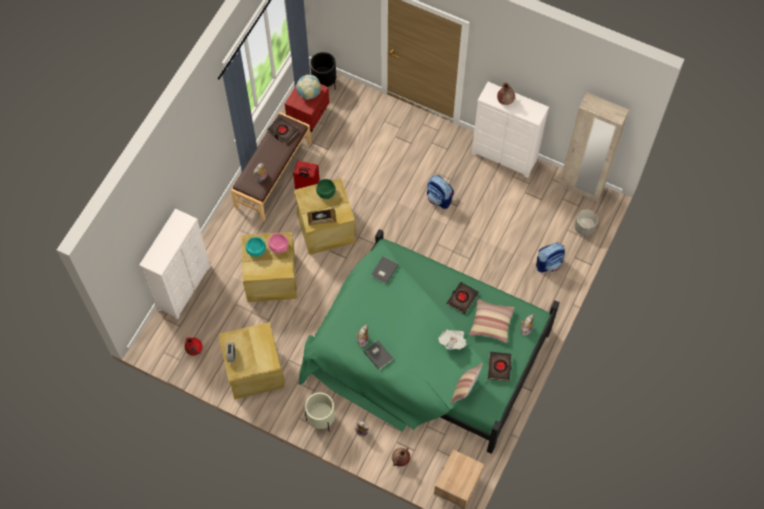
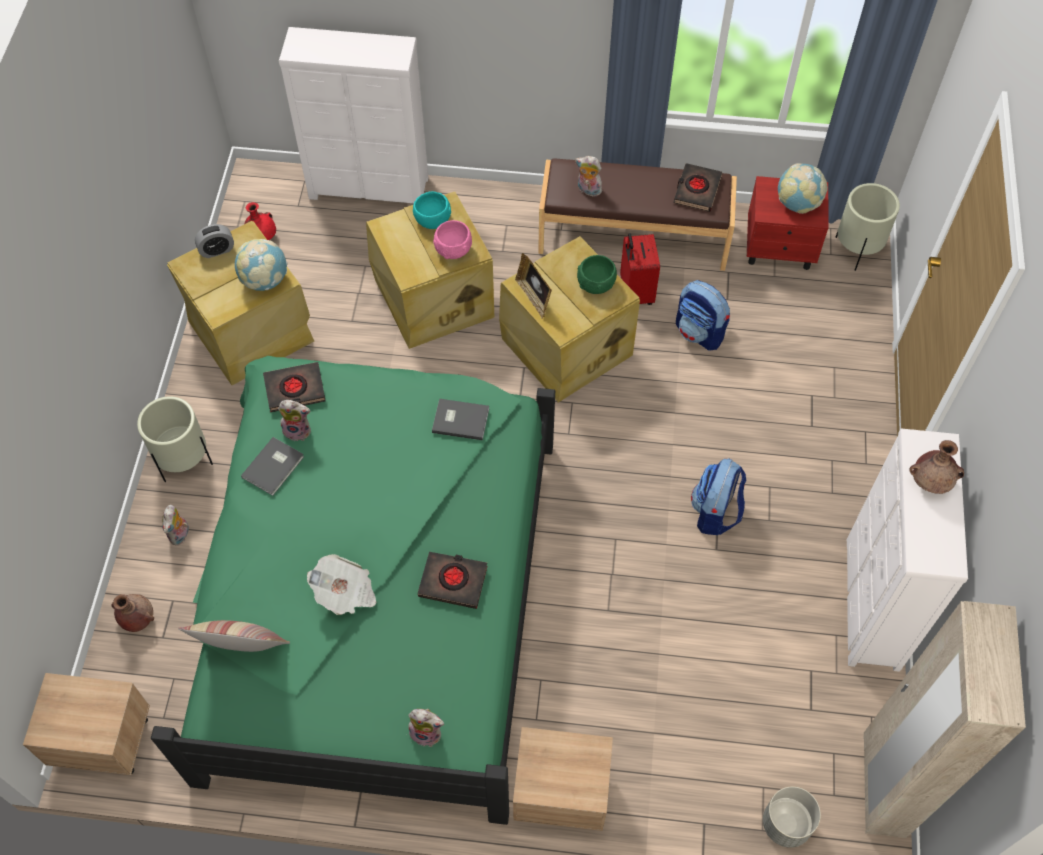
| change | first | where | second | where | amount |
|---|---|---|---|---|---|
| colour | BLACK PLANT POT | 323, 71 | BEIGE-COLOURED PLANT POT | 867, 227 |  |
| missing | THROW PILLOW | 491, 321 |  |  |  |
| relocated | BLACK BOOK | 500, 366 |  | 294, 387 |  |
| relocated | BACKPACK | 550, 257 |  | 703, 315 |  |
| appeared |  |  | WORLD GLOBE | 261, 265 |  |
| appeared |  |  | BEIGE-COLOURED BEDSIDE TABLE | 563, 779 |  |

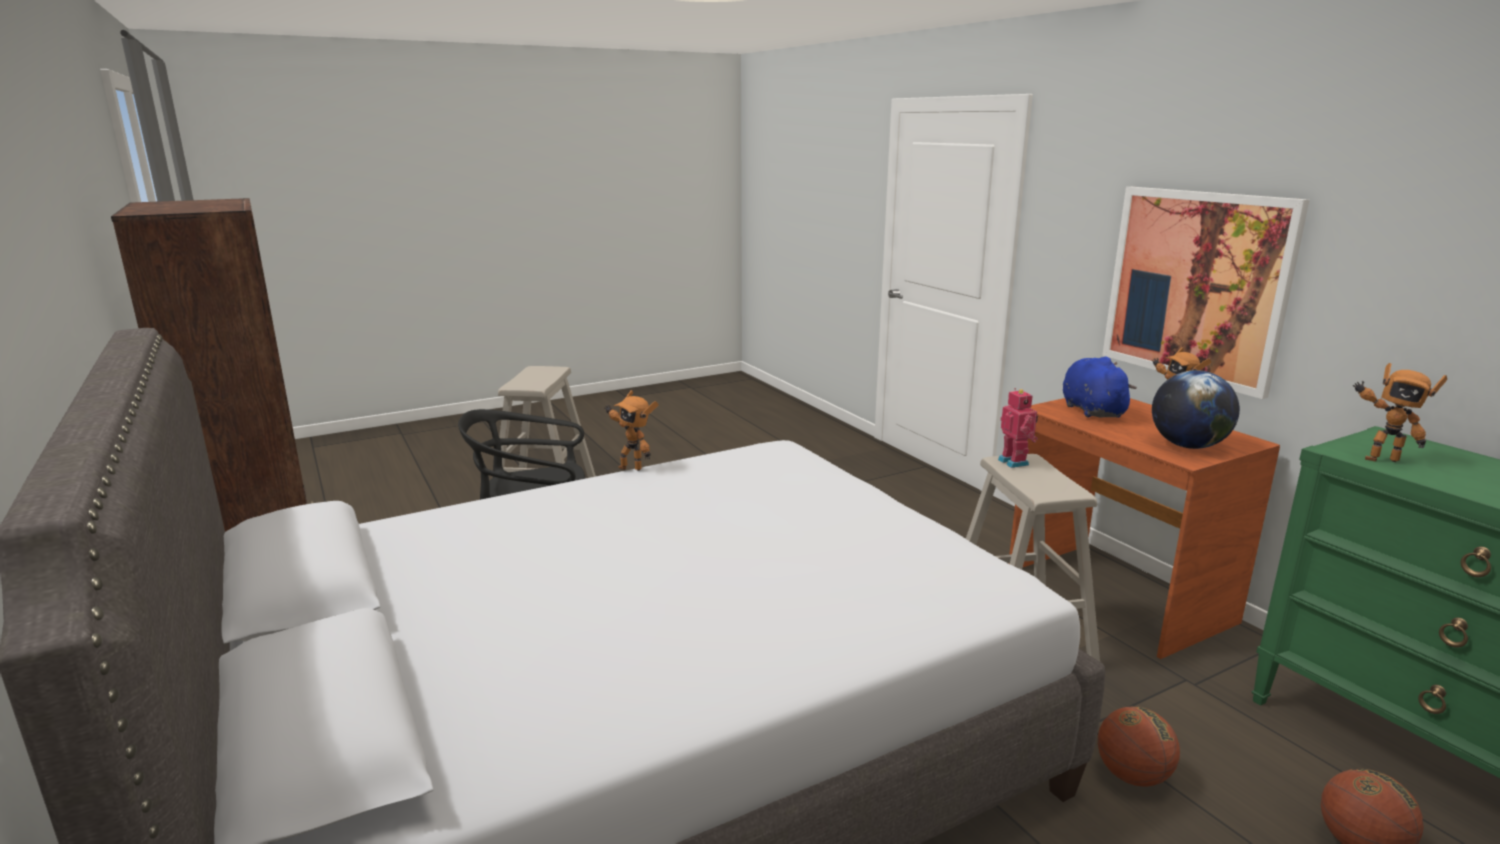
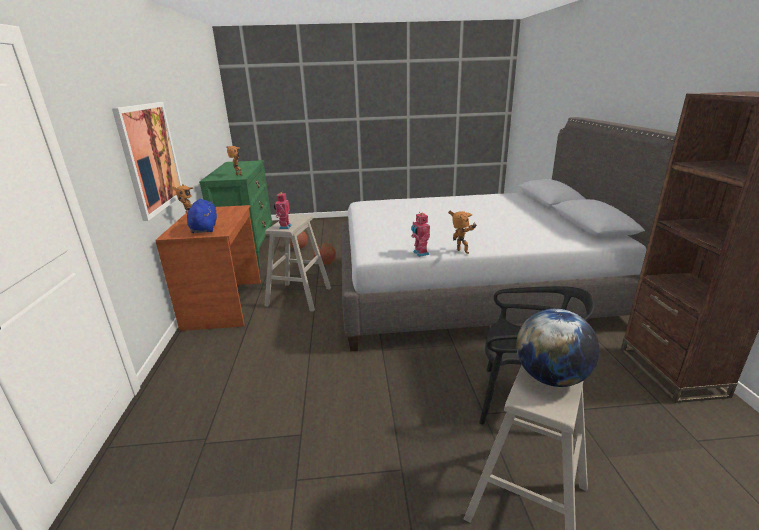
| change | first | where | second | where | amount |
|---|---|---|---|---|---|
| spun | BLUE PLUSH TOY | 1100, 387 |  | 202, 216 | 150 degrees clockwise |
| relocated | WORLD GLOBE | 1196, 409 |  | 558, 348 |  |
| appeared |  |  | ROBOT FIGURE | 420, 234 |  |

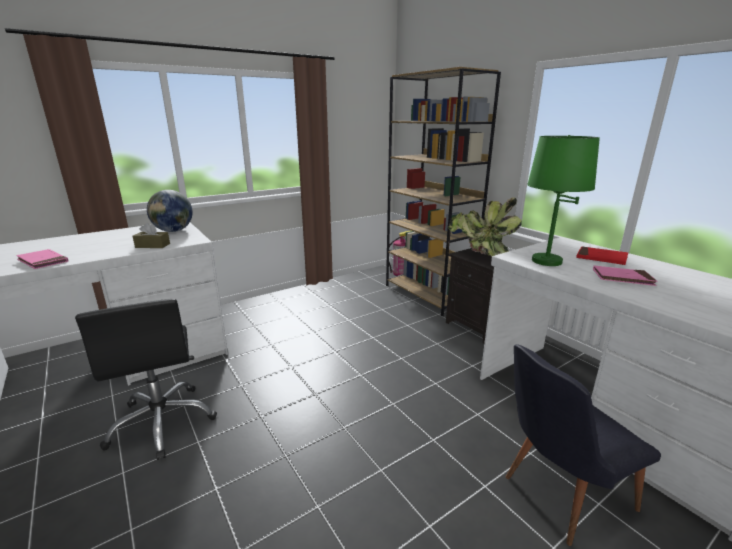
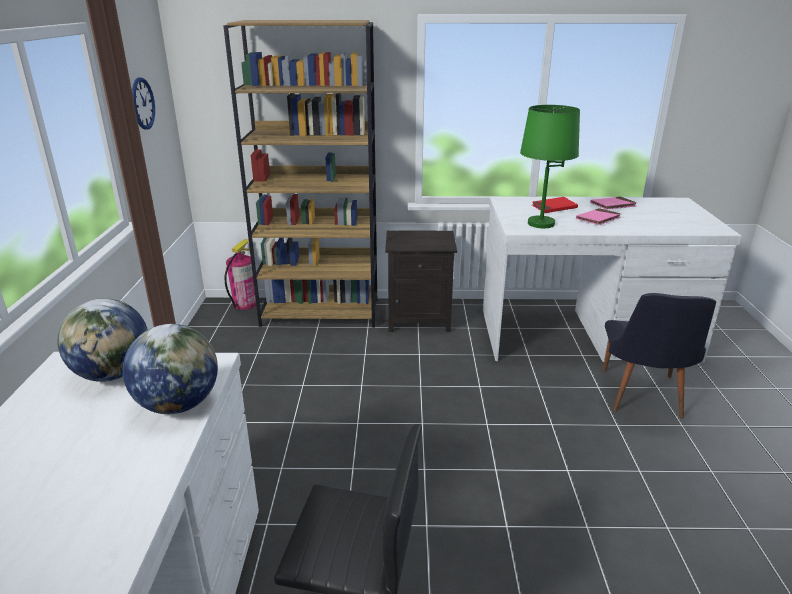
| change | first | where | second | where | amount |
|---|---|---|---|---|---|
| relocated | PINK-COLOURED BOOK | 42, 259 |  | 613, 203 |  |
| exchanged | BROWNISH TISSUE HOLDER | 151, 235 | WORLD GLOBE | 170, 369 |  |
| missing | POTTED PLANT | 485, 226 |  |  |  |
| appeared |  |  | HANGING CLOCK | 143, 103 |  |

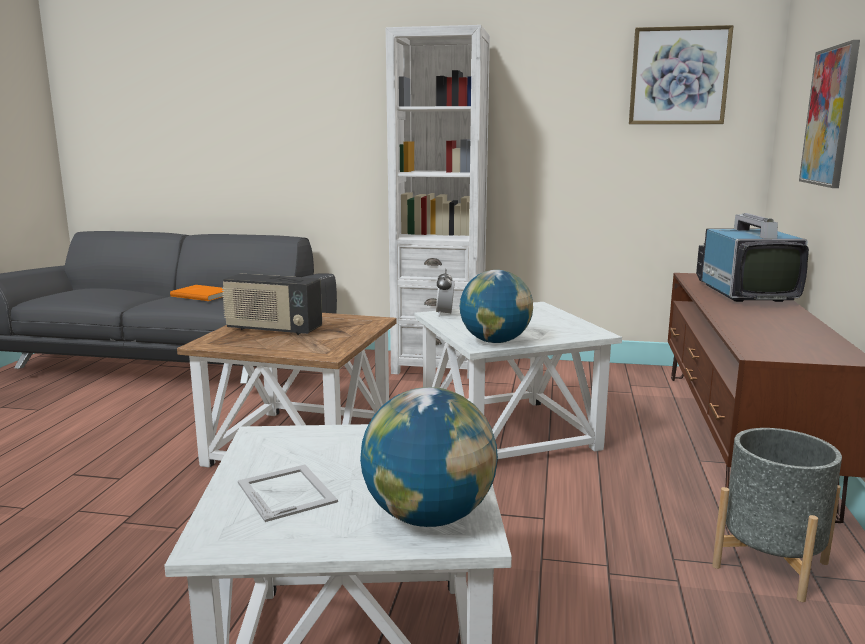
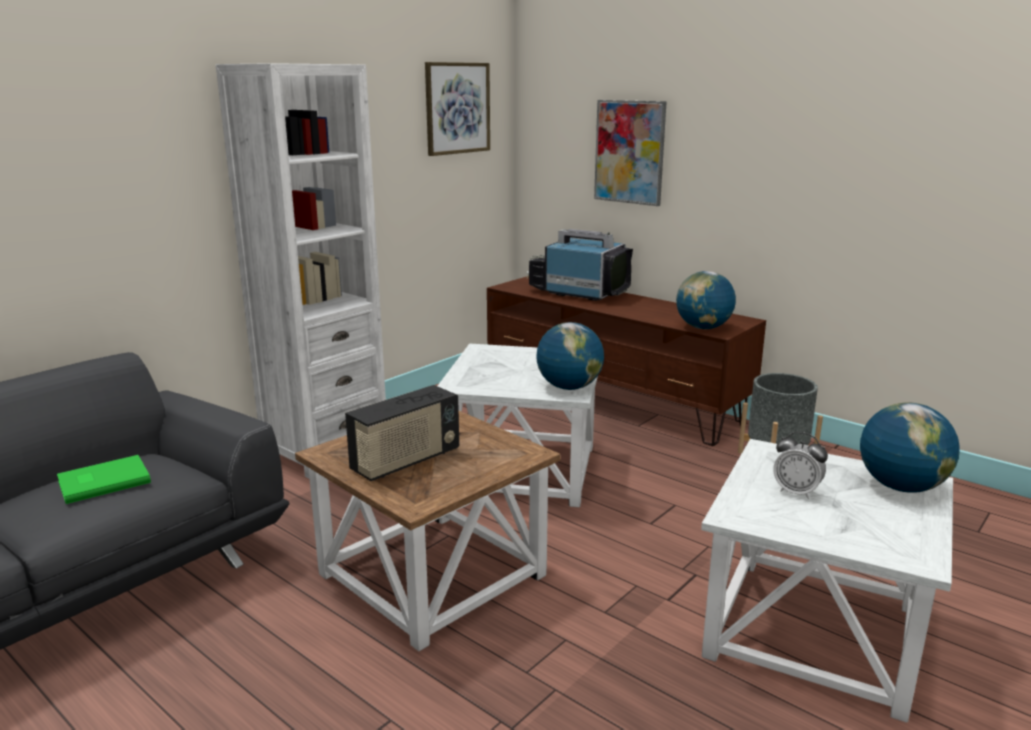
| change | first | where | second | where | amount |
|---|---|---|---|---|---|
| colour | ORANGE BOOK | 197, 293 | GREEN BOOK | 104, 479 |  |
| missing | PICTURE FRAME | 288, 493 |  |  |  |
| relocated | BEDSIDE CLOCK | 445, 293 |  | 801, 465 |  |
| appeared |  |  | WORLD GLOBE | 706, 300 |  |

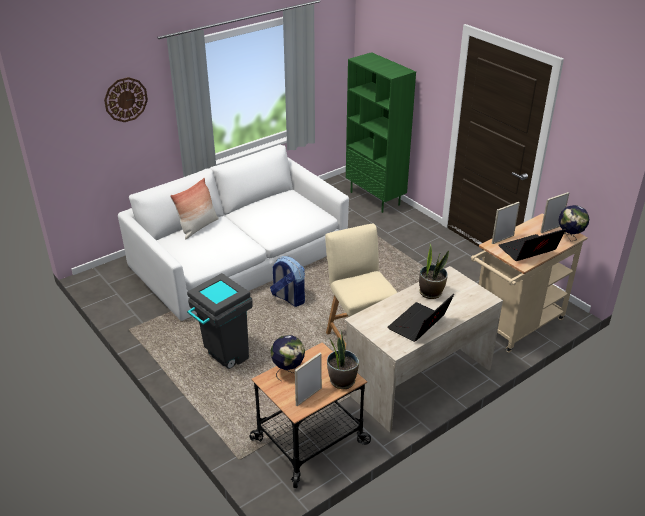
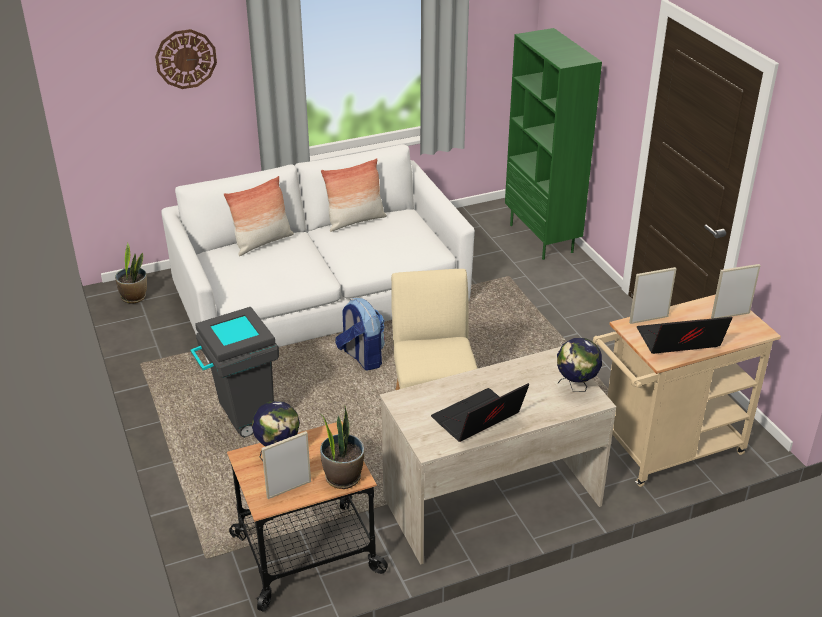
| change | first | where | second | where | amount |
|---|---|---|---|---|---|
| relocated | POTTED PLANT | 434, 271 |  | 131, 273 |  |
| relocated | WORLD GLOBE | 574, 223 |  | 579, 365 |  |
| appeared |  |  | THROW PILLOW | 354, 195 |  |

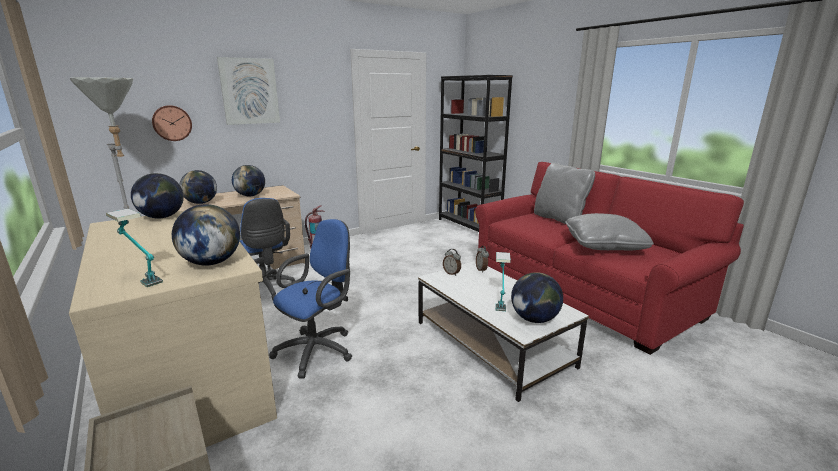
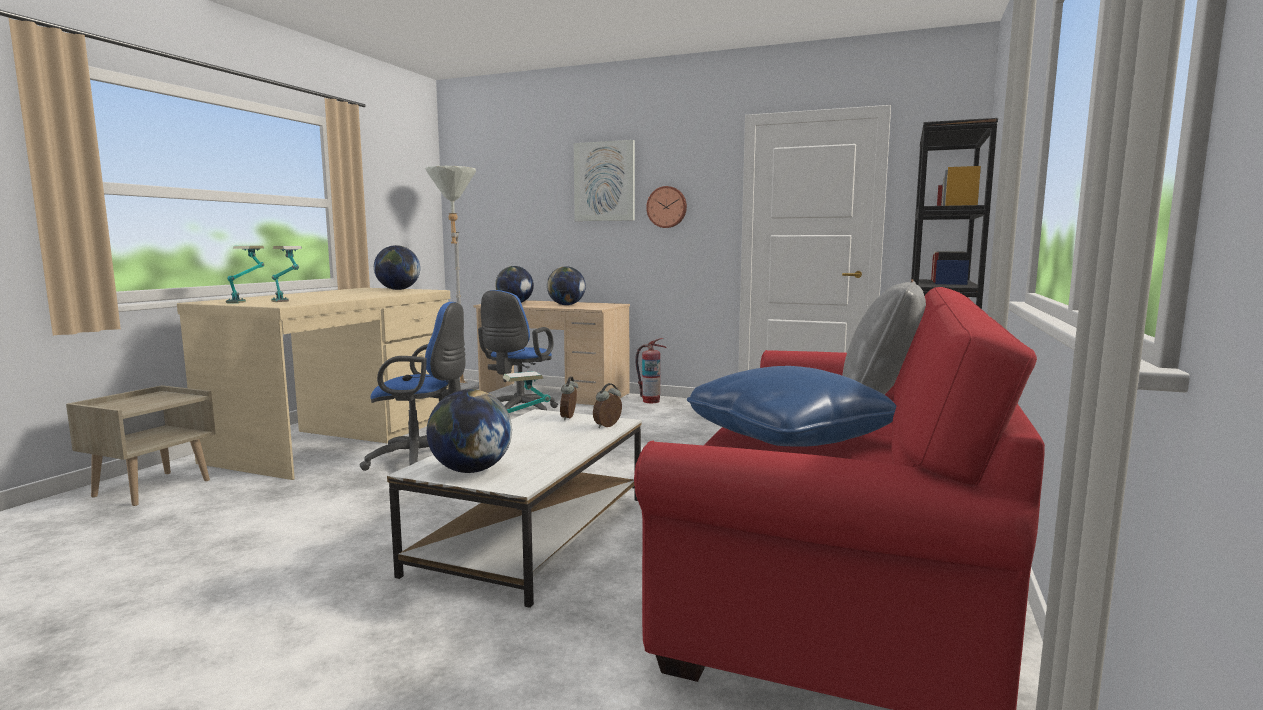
| change | first | where | second | where | amount |
|---|---|---|---|---|---|
| relocated | HANGING CLOCK | 172, 123 |  | 666, 207 |  |
| exchanged | WORLD GLOBE | 206, 235 | LAMP FOR A TABLE | 286, 274 |  |
| colour | GREY THROW PILLOW | 609, 231 | BLUE THROW PILLOW | 791, 406 |  |

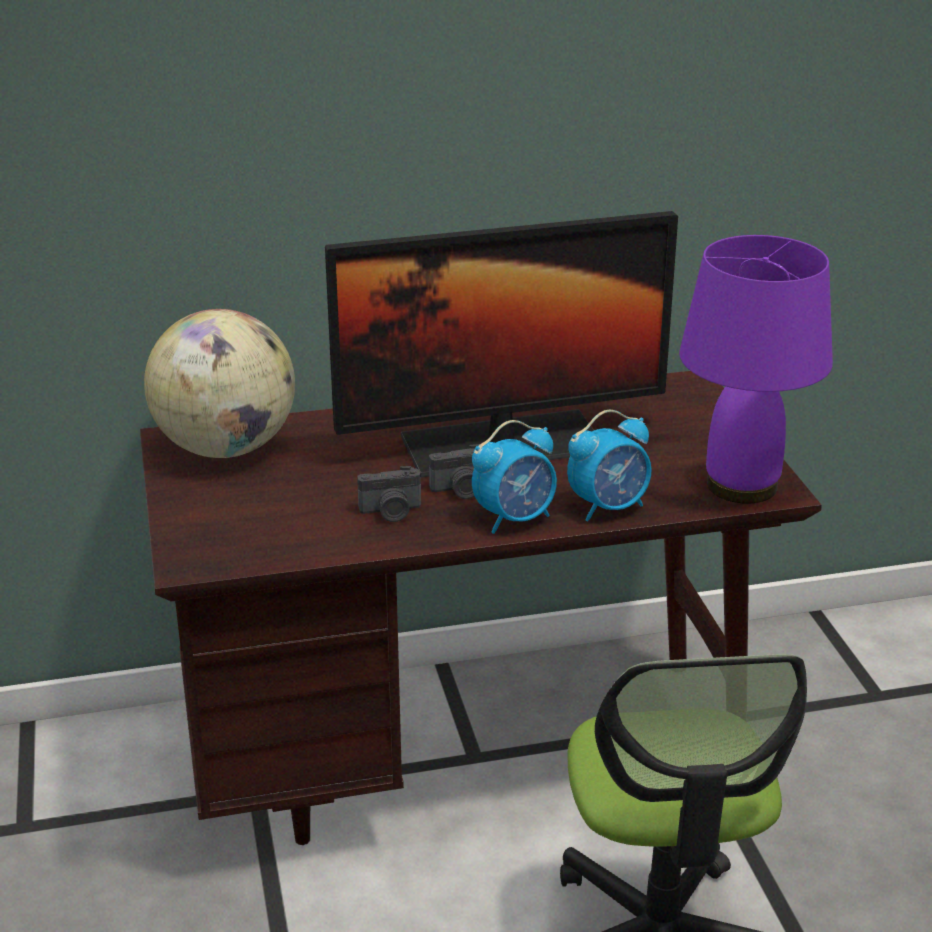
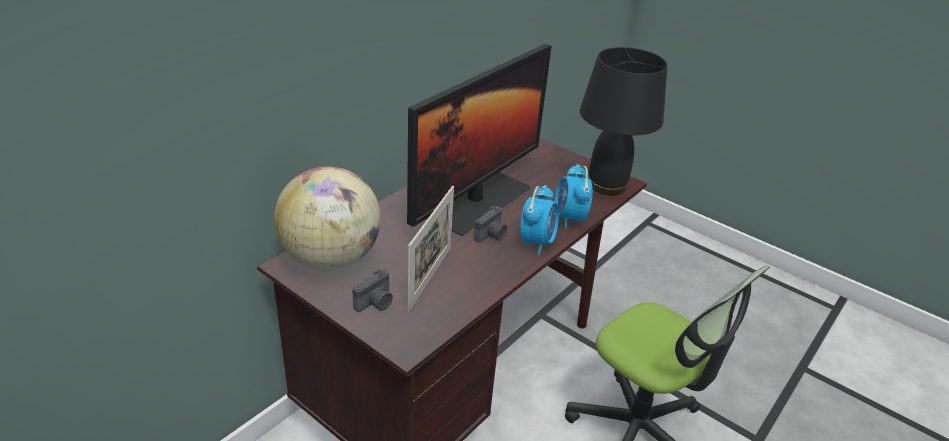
| change | first | where | second | where | amount |
|---|---|---|---|---|---|
| relocated | STILL CAMERA | 389, 494 |  | 372, 290 |  |
| spun | BEDSIDE CLOCK | 609, 465 |  | 574, 196 | 150 degrees clockwise |
| colour | PURPLE LAMP FOR A TABLE | 756, 369 | BLACK LAMP FOR A TABLE | 623, 121 |  |
| appeared |  |  | PICTURE FRAME | 430, 248 |  |

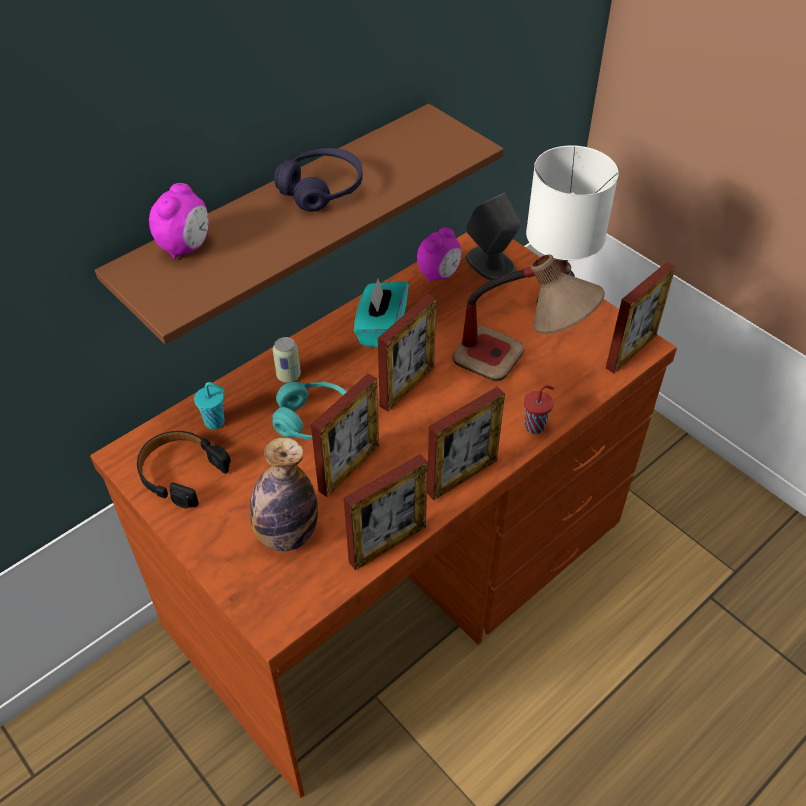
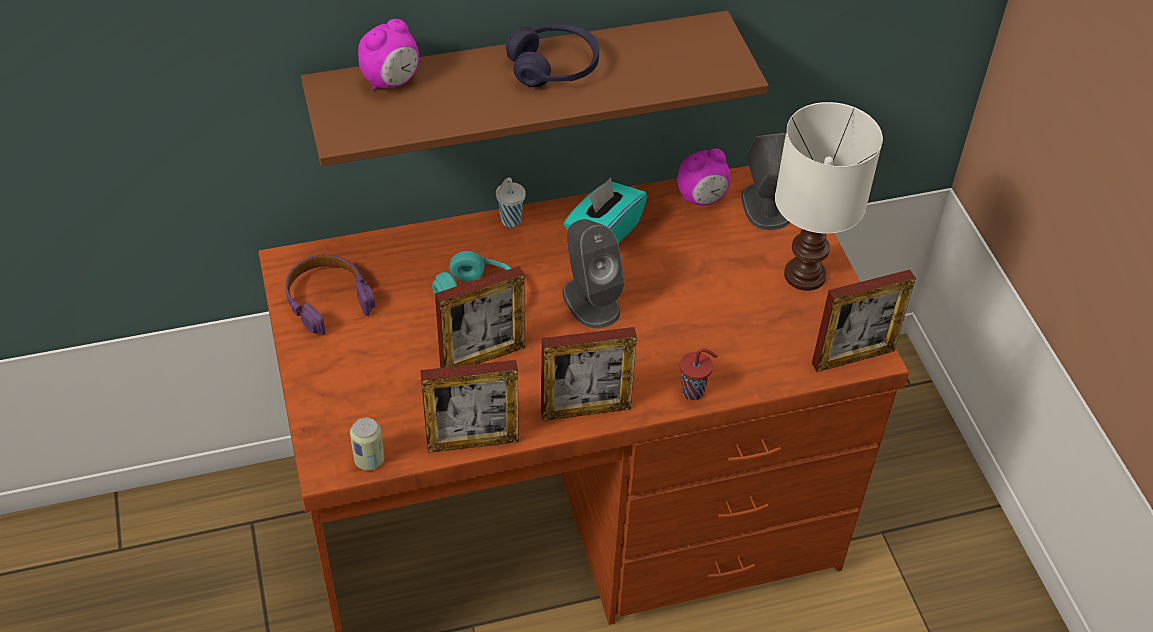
| change | first | where | second | where | amount |
|---|---|---|---|---|---|
| colour | BLACK HEADPHONES | 184, 470 | PURPLE HEADPHONES | 330, 294 |  |
| missing | TURQUOISE CUP | 209, 405 |  |  |  |
| missing | DRINK BOTTLE | 283, 494 |  |  |  |
| relocated | CAN | 287, 360 |  | 367, 444 |  |
| exchanged | PICTURE FRAME | 407, 352 | GREY SPEAKER | 594, 274 |  |
| missing | LAMP FOR A TABLE | 529, 317 |  |  |  |
| appeared |  |  | WHITISH CUP | 511, 202 |  |

